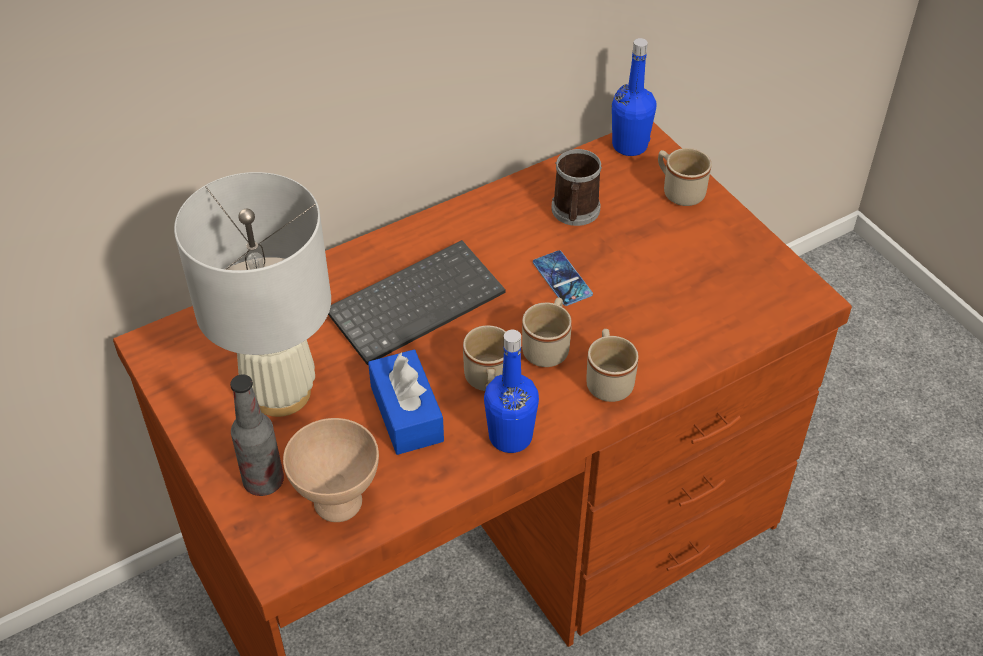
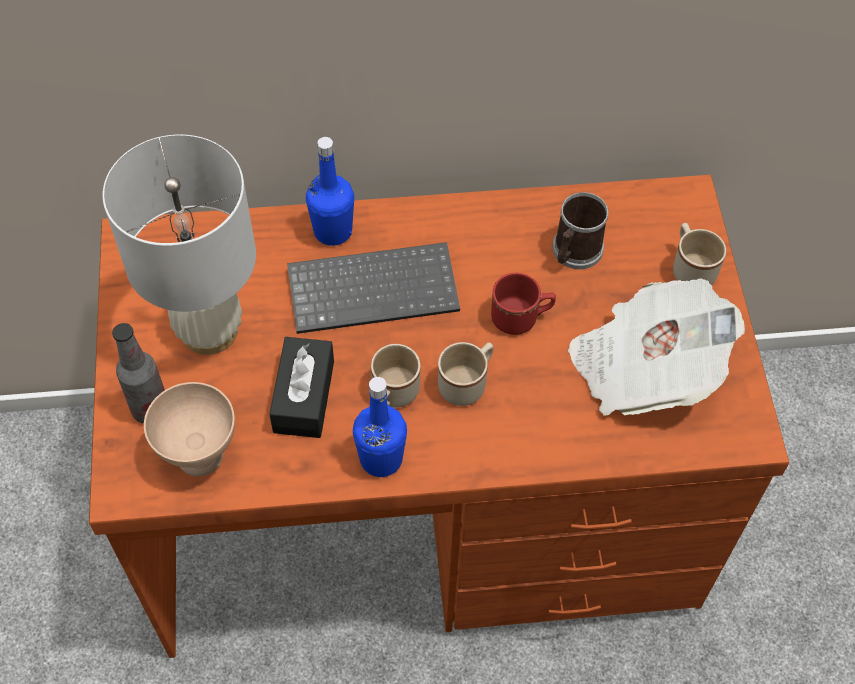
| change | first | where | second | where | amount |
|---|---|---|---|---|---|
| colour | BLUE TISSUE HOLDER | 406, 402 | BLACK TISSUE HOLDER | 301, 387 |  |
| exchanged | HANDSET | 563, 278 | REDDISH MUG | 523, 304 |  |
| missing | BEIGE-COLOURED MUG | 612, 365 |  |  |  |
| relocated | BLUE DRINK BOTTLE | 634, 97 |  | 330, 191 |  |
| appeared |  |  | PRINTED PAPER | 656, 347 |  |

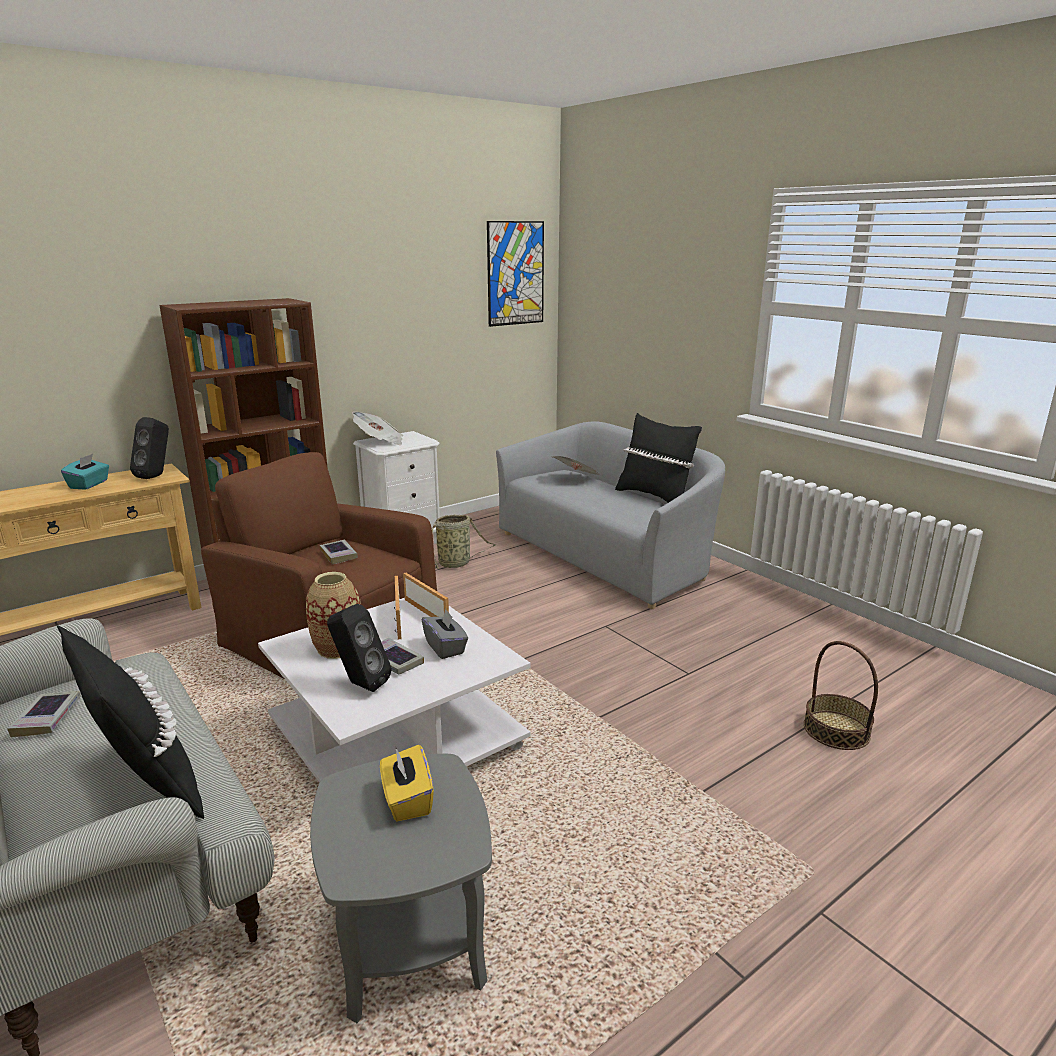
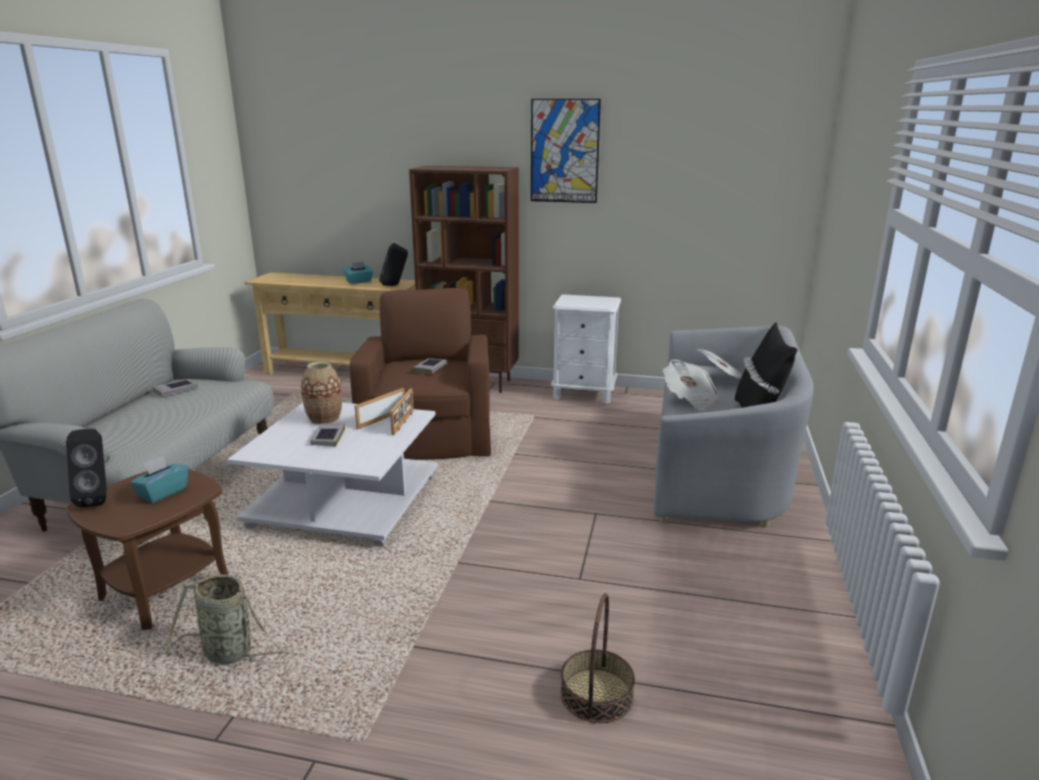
| change | first | where | second | where | amount |
|---|---|---|---|---|---|
| missing | BLACK THROW PILLOW | 130, 722 |  |  |  |
| colour | GREY SIDE TABLE | 401, 888 | BROWNISH SIDE TABLE | 147, 549 |  |
| relocated | BLACK SPEAKER | 359, 648 |  | 86, 468 |  |
| relocated | PRINTED PAPER | 377, 428 |  | 691, 384 |  |
| colour | YELLOW TISSUE HOLDER | 407, 783 | TURQUOISE TISSUE HOLDER | 159, 479 |  |
| missing | GREY TISSUE HOLDER | 445, 634 |  |  |  |
| relocated | BASKET | 463, 542 |  | 231, 619 |  |
| relocated | WALL PICTURE | 515, 274 |  | 566, 151 |  |

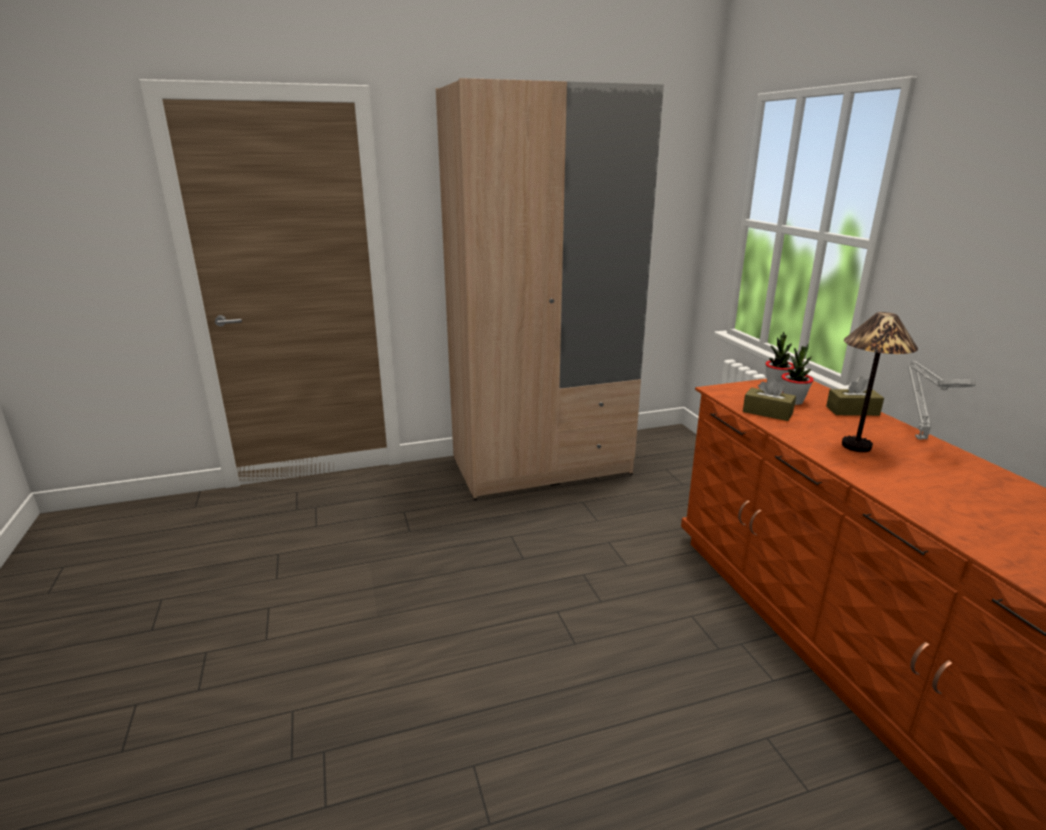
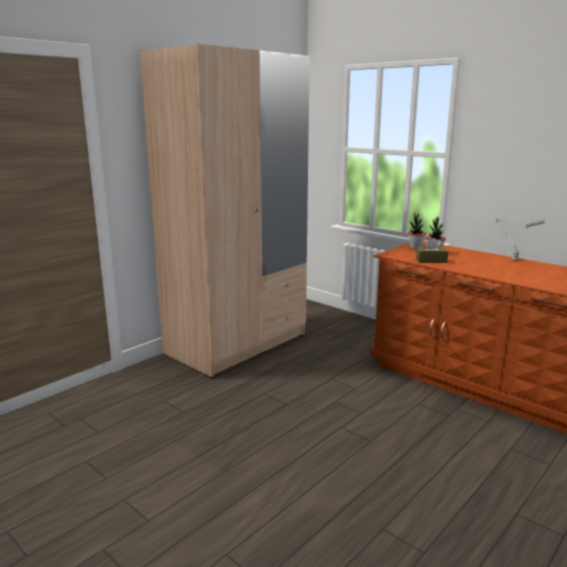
| change | first | where | second | where | amount |
|---|---|---|---|---|---|
| missing | BROWNISH TISSUE HOLDER | 855, 396 |  |  |  |
| missing | LAMP FOR A TABLE | 880, 382 |  |  |  |

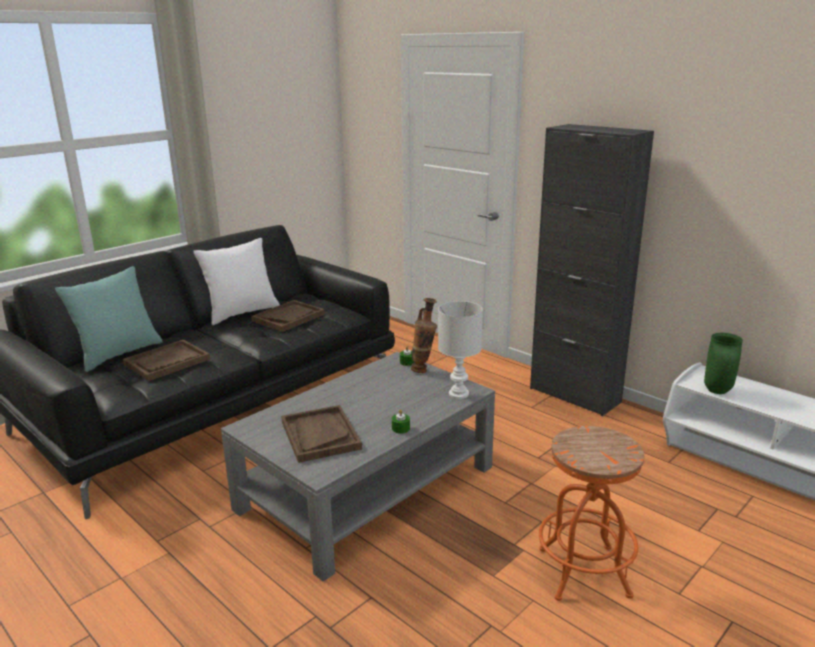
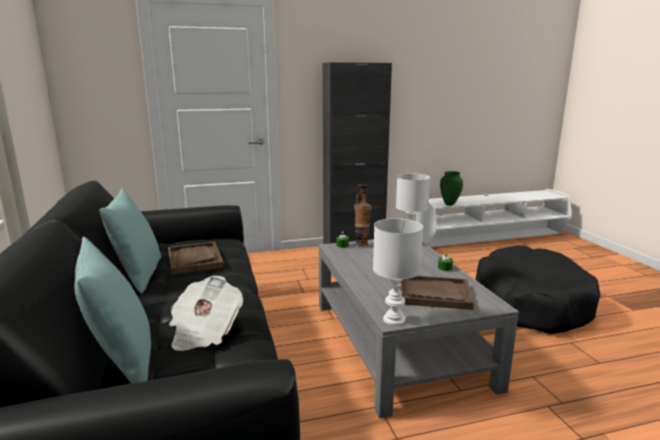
| change | first | where | second | where | amount |
|---|---|---|---|---|---|
| exchanged | BROWNISH SERVING TRAY | 166, 360 | PRINTED PAPER | 206, 313 |  |
| colour | WHITISH THROW PILLOW | 236, 281 | TURQUOISE THROW PILLOW | 130, 241 |  |
| exchanged | ORANGE STOOL SEAT | 591, 513 | BLACK PET BED | 537, 289 |  |
| appeared |  |  | WHITISH LAMP FOR A TABLE | 398, 272 |  |

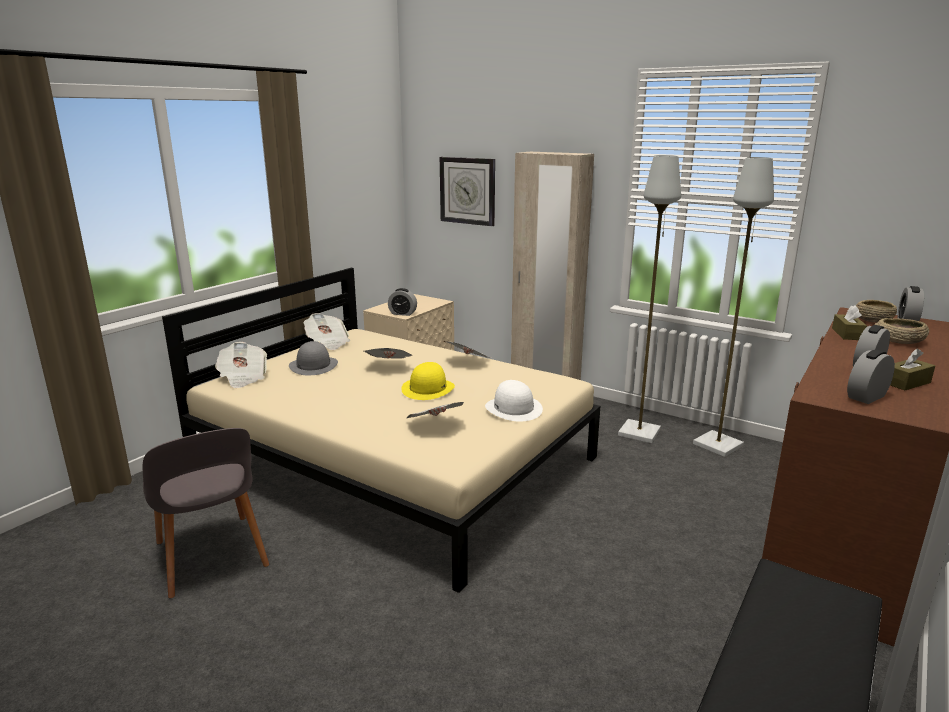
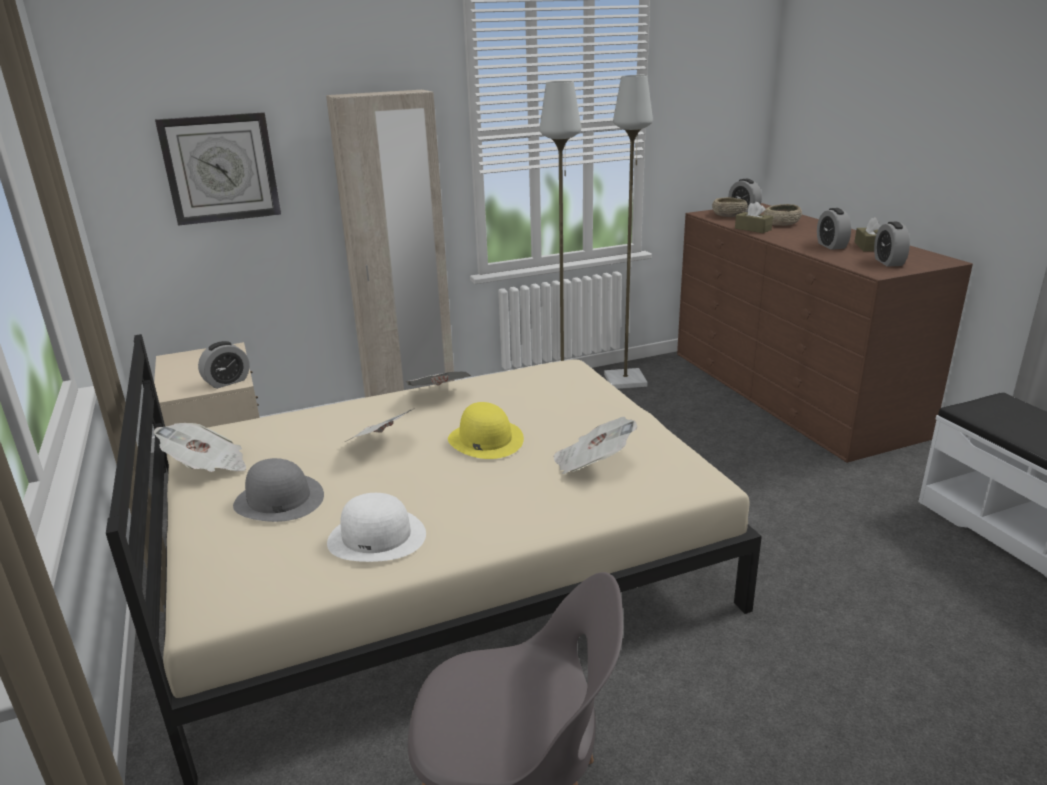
| change | first | where | second | where | amount |
|---|---|---|---|---|---|
| missing | PRINTED PAPER | 241, 365 |  |  |  |
| relocated | WHITISH HAT | 514, 401 |  | 376, 527 |  |

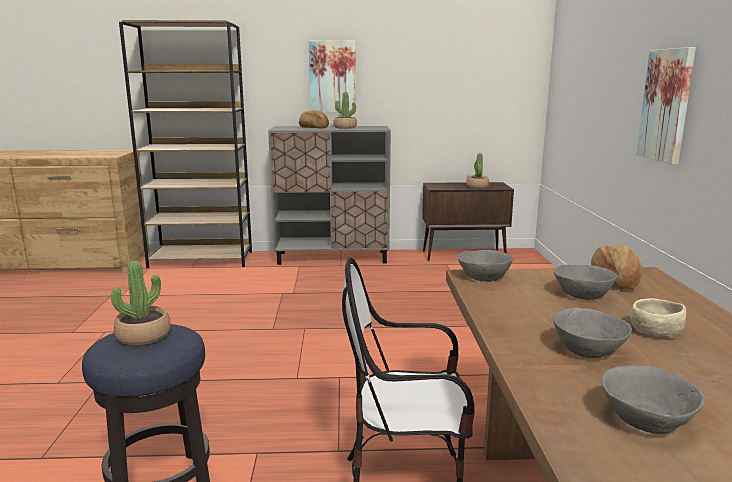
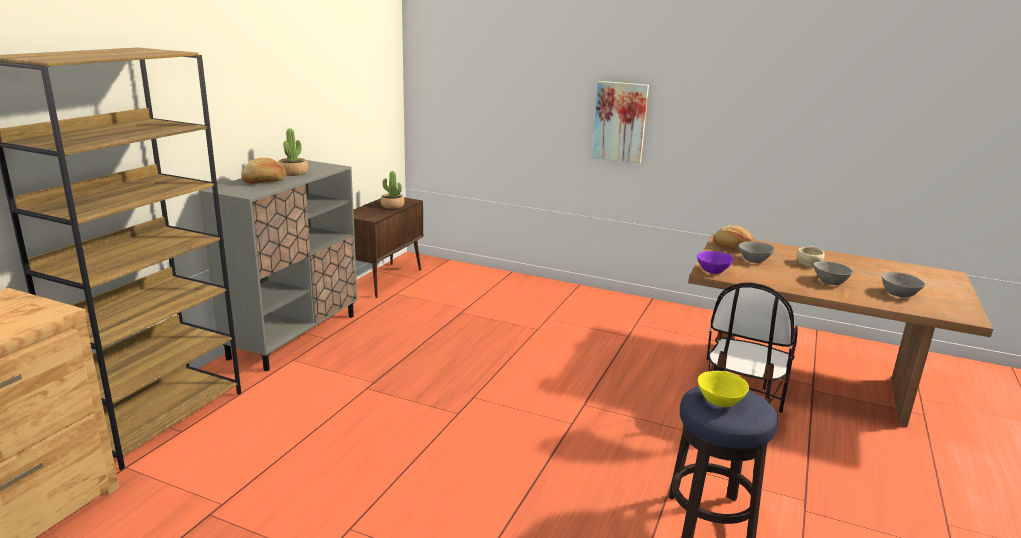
| change | first | where | second | where | amount |
|---|---|---|---|---|---|
| exchanged | POTTED PLANT | 141, 303 | YELLOW DEEP DISH | 723, 389 |  |
| missing | WALL PICTURE | 332, 76 |  |  |  |
| colour | GREY DEEP DISH | 485, 266 | PURPLE DEEP DISH | 715, 262 |  |

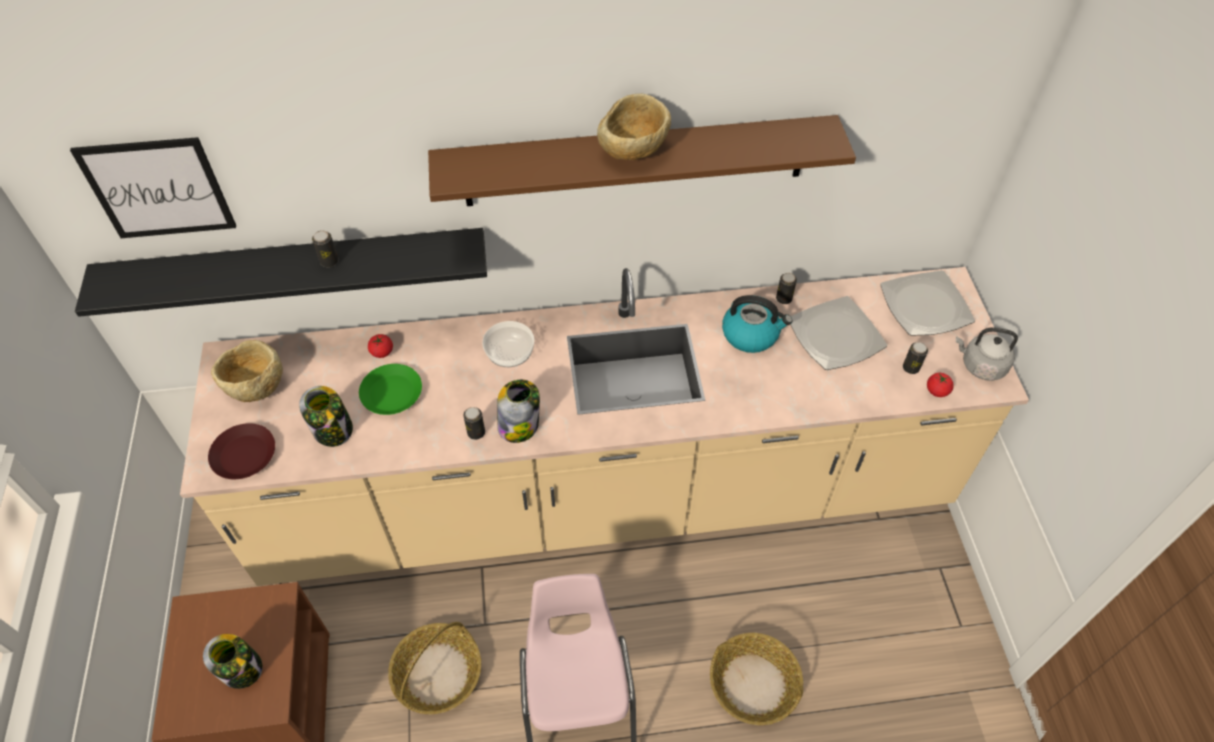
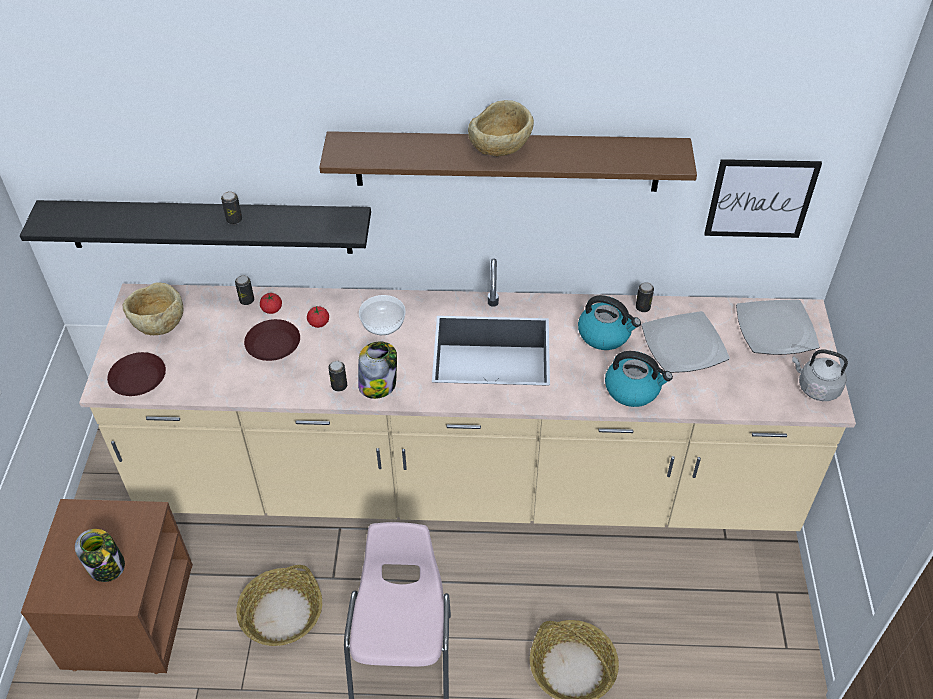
| change | first | where | second | where | amount |
|---|---|---|---|---|---|
| relocated | WALL PICTURE | 153, 187 |  | 763, 198 |  |
| missing | PRESERVE JAR | 326, 416 |  |  |  |
| colour | GREEN PLATE | 390, 389 | BROWNISH PLATE | 272, 340 |  |
| relocated | CAN | 915, 358 |  | 244, 290 |  |
| relocated | WHOLE TOMATO | 940, 385 |  | 318, 317 |  |
| appeared |  |  | WATER KETTLE | 639, 379 |  |

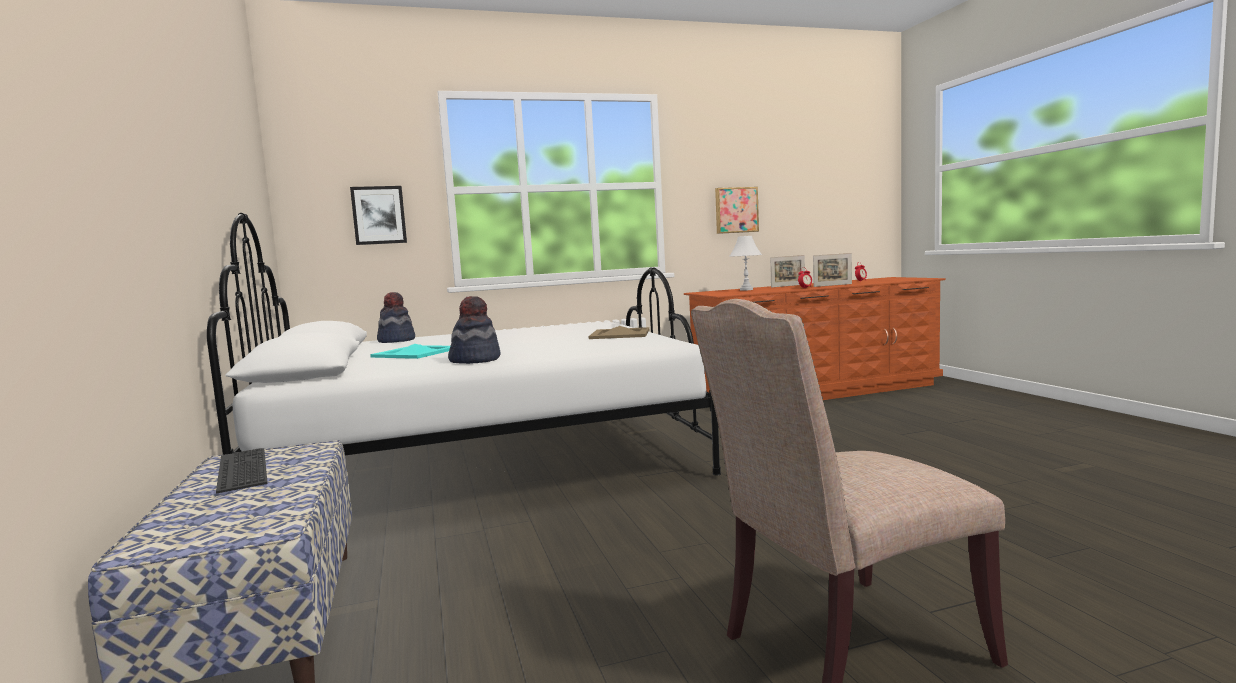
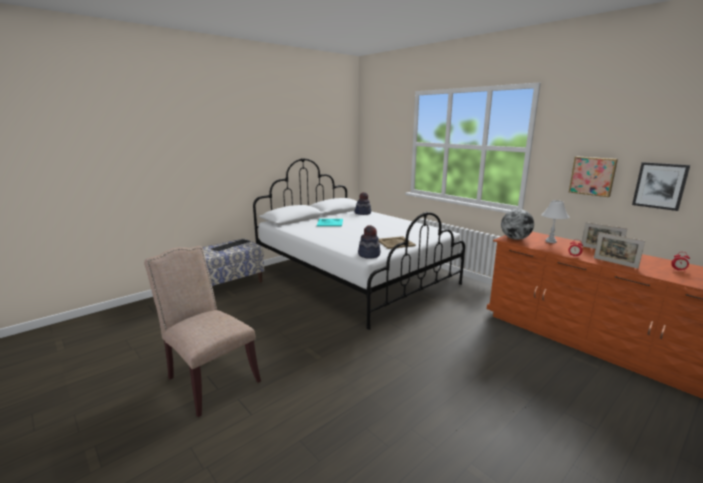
| change | first | where | second | where | amount |
|---|---|---|---|---|---|
| relocated | WALL PICTURE | 378, 215 |  | 661, 186 |  |
| relocated | HAT | 474, 330 |  | 369, 242 |  |
| appeared |  |  | WORLD GLOBE | 517, 224 |  |

